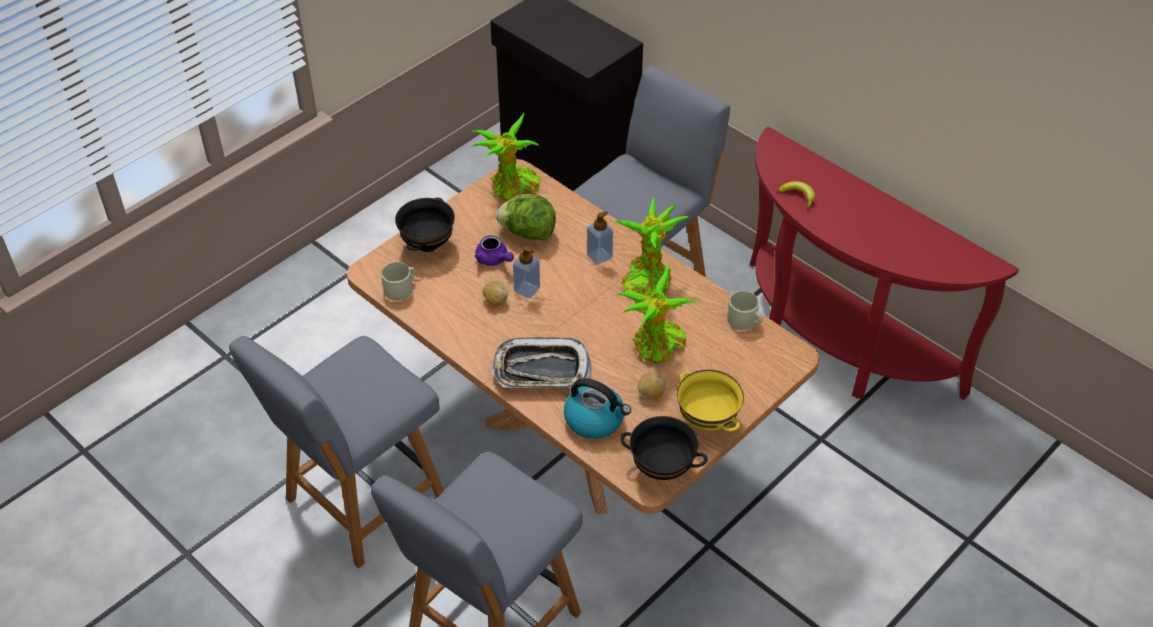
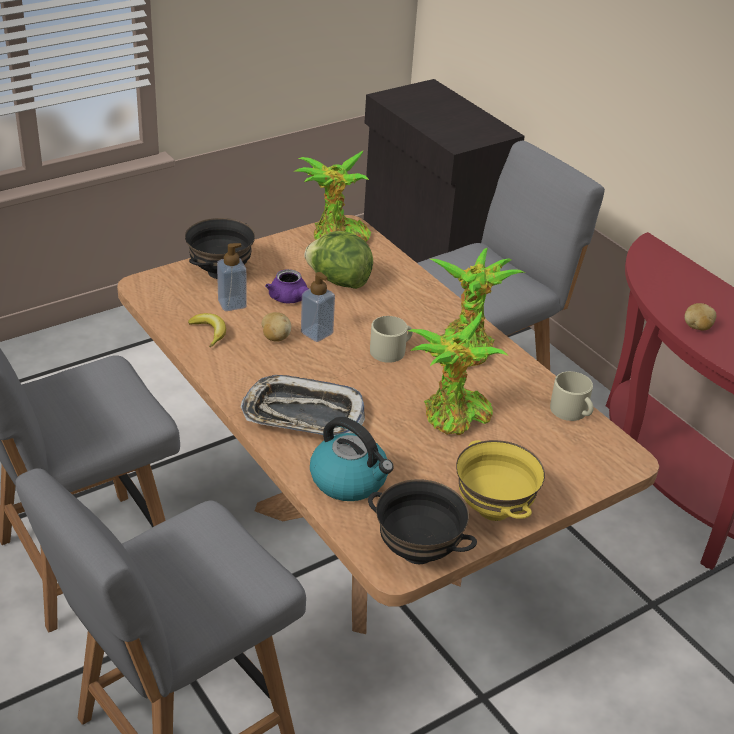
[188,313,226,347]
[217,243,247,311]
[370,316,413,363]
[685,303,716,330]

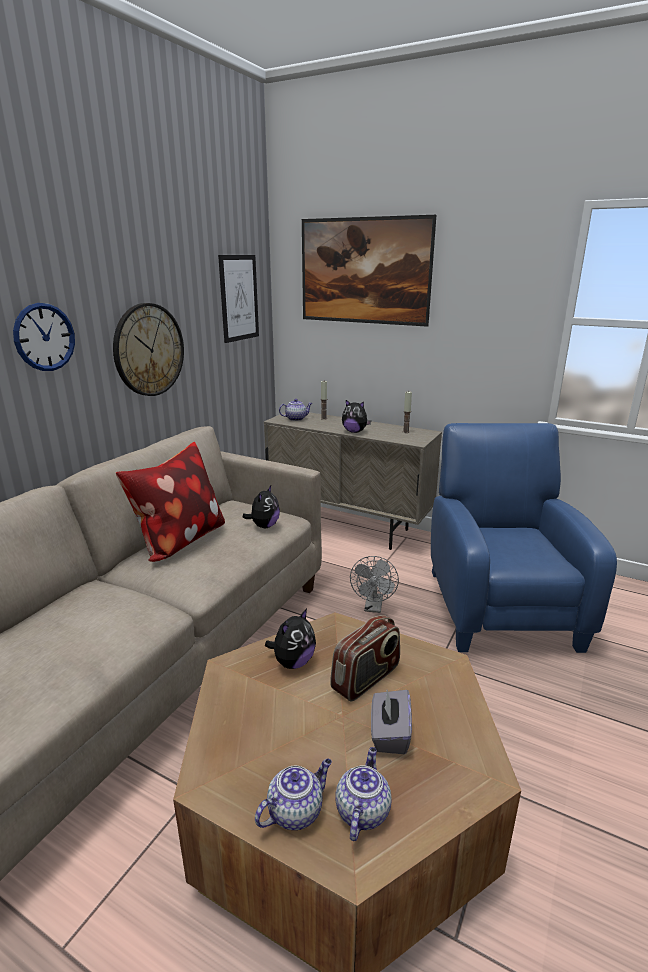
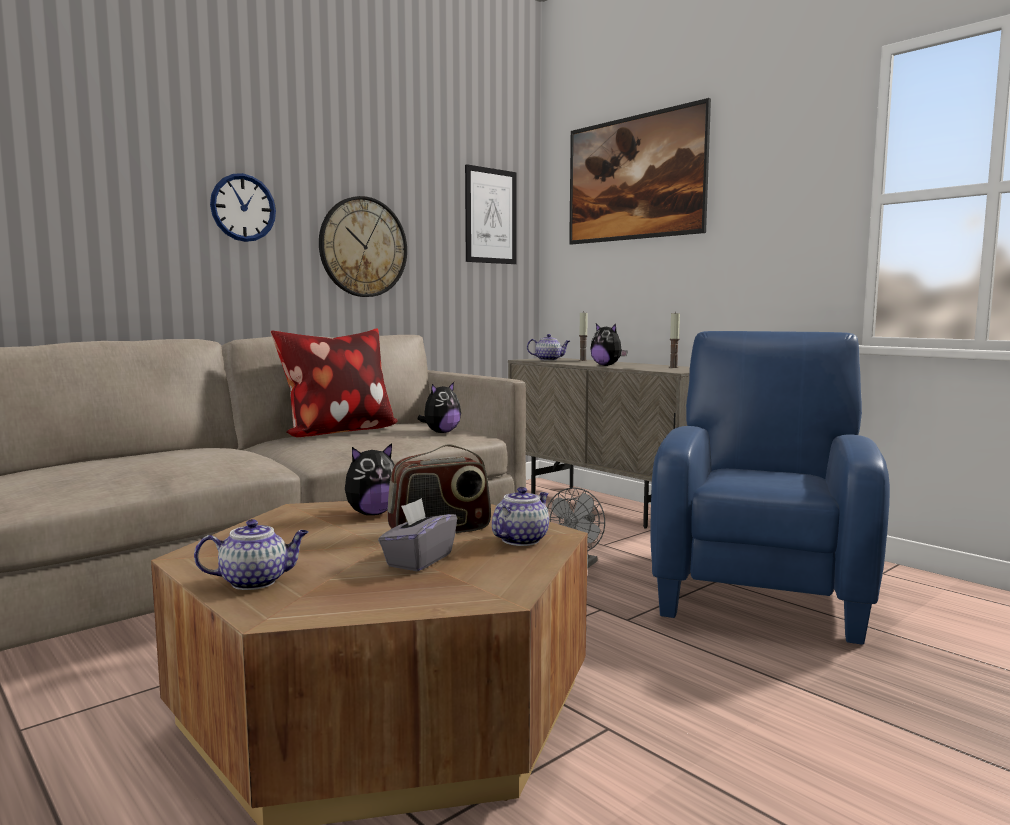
[492,487,549,546]

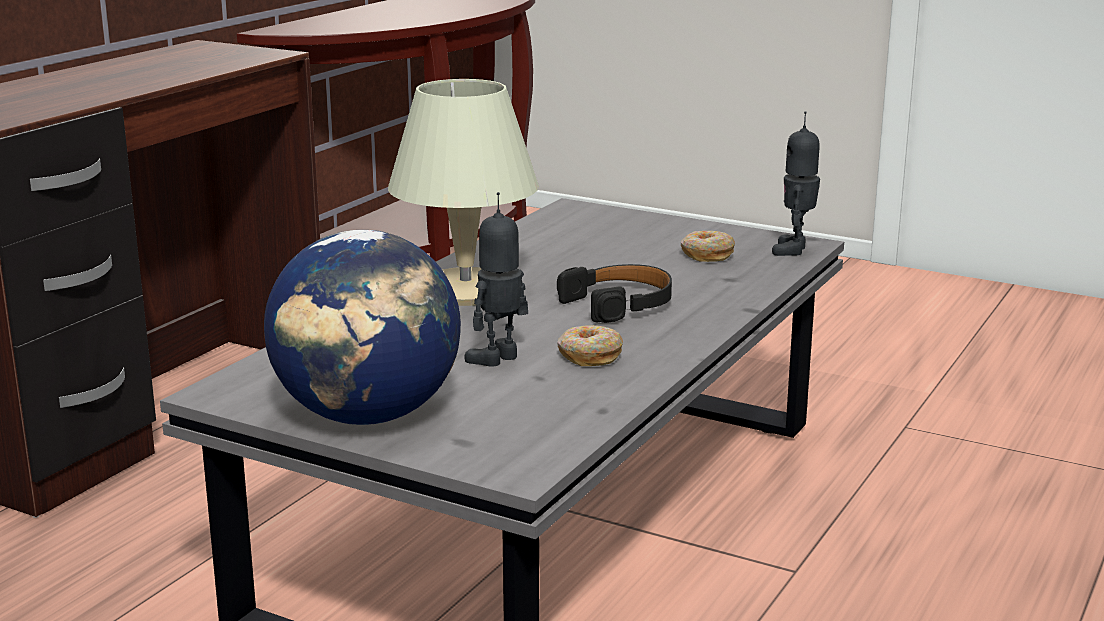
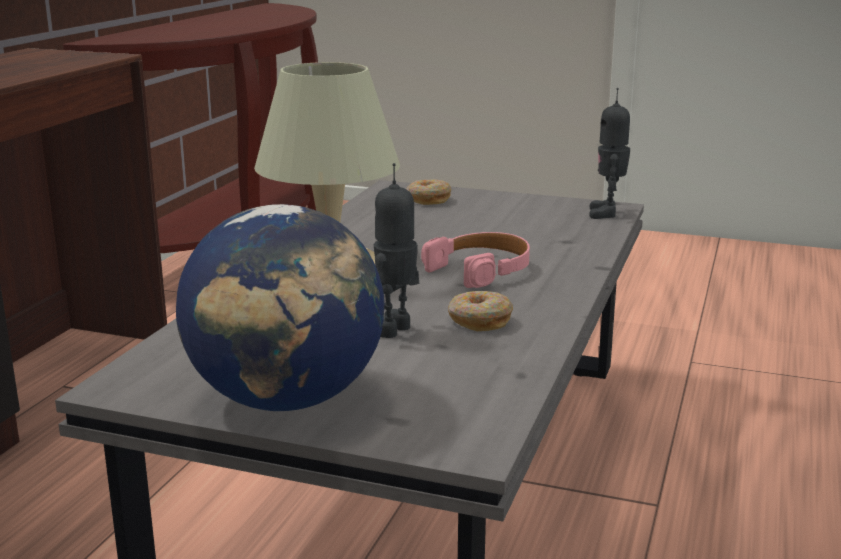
[406,179,452,205]
[421,232,530,288]

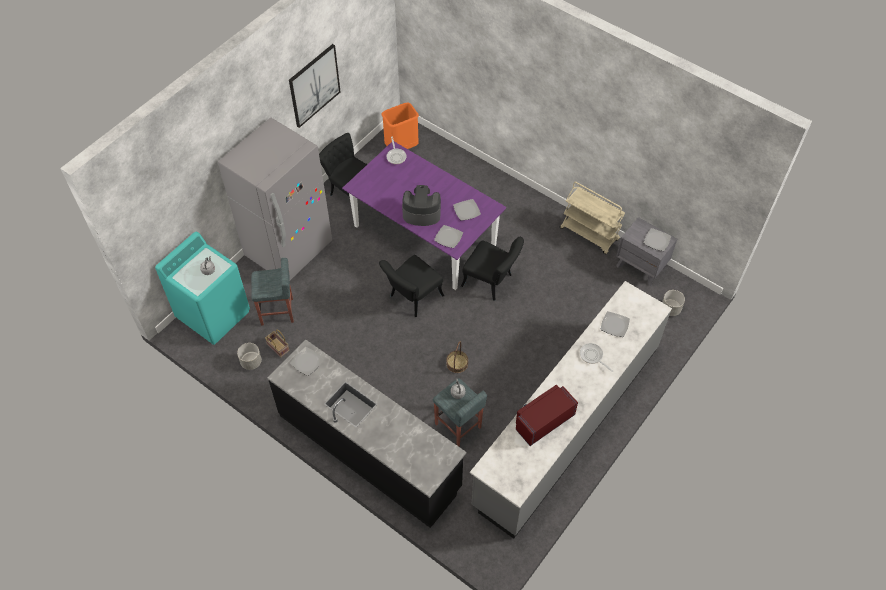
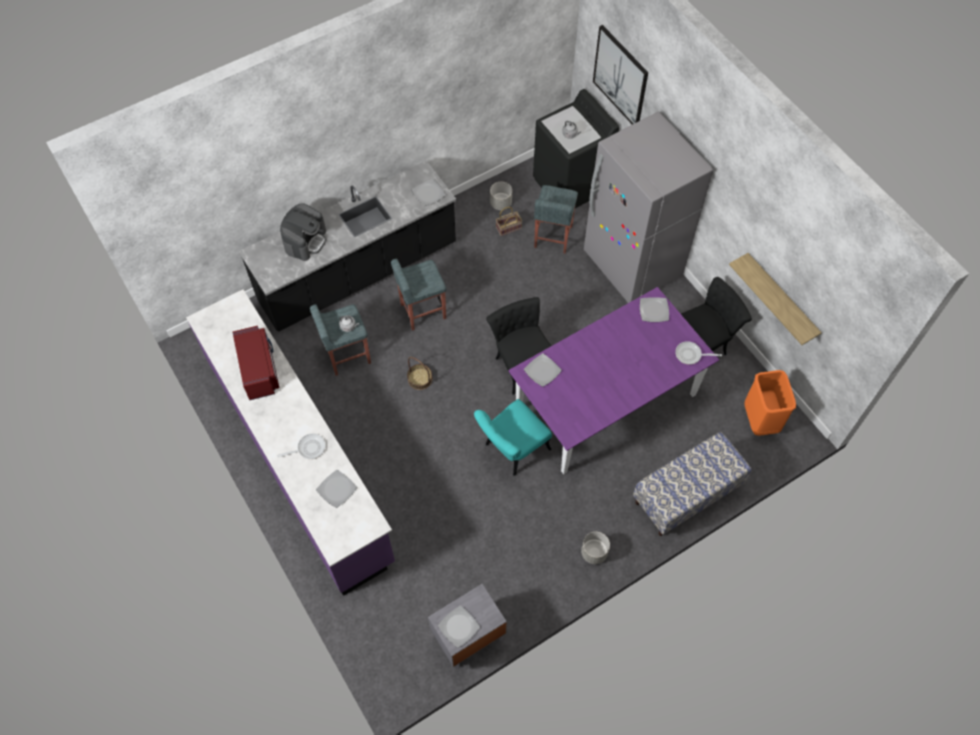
[593,25,648,125]
[560,182,625,254] (first image)
[280,203,326,261]
[640,297,669,322]
[533,89,619,208]
[474,399,552,476]
[186,289,395,596]
[581,532,610,564]
[729,253,822,345]
[391,259,447,331]
[633,432,751,536]

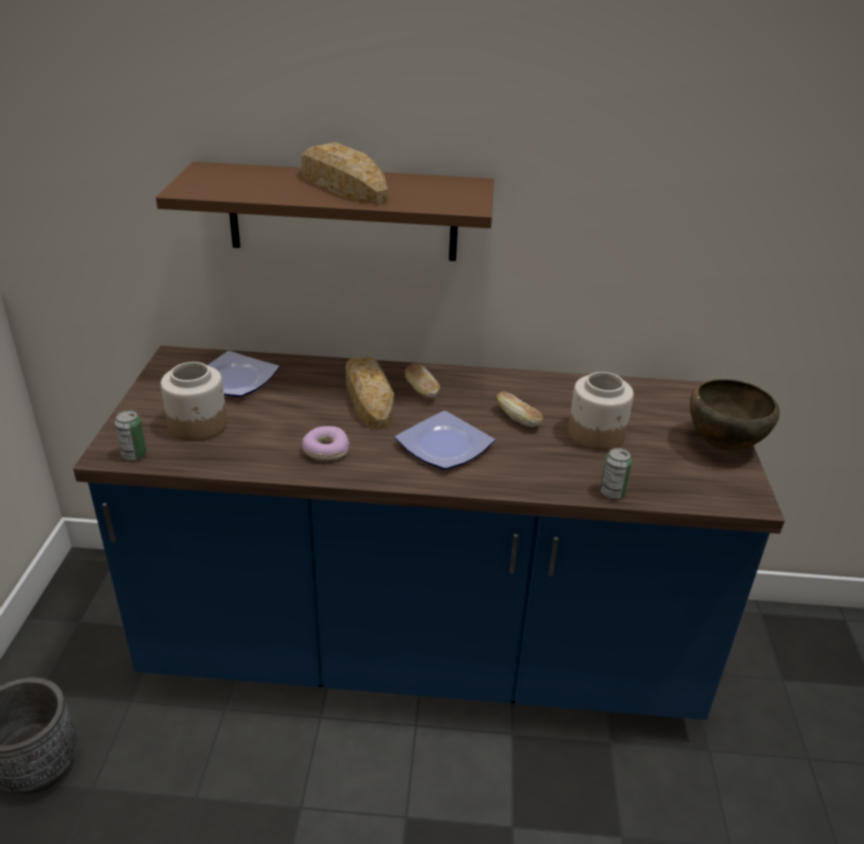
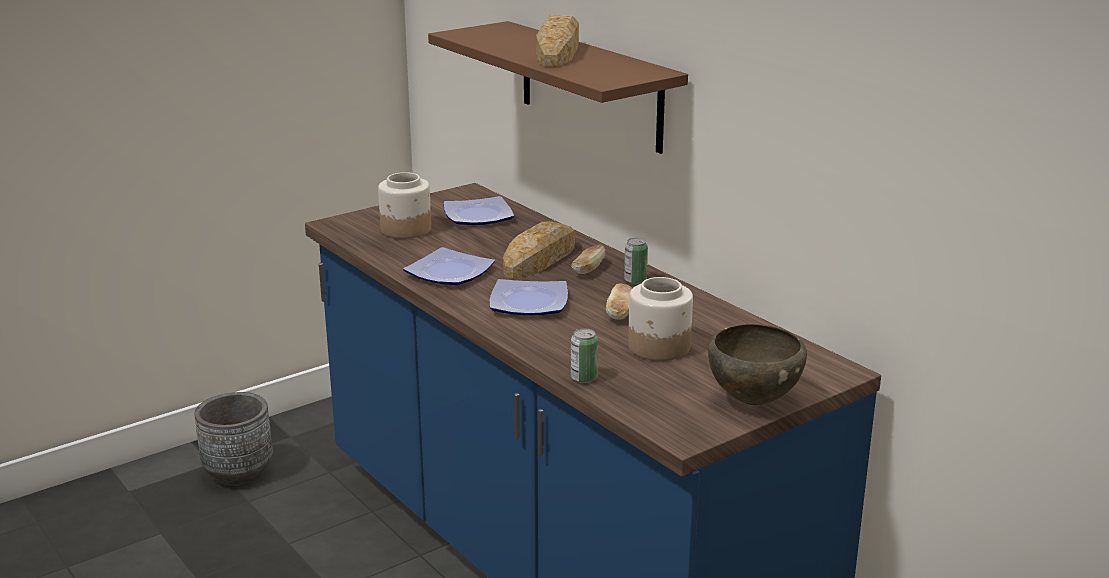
[624,238,648,284]
[403,247,495,285]

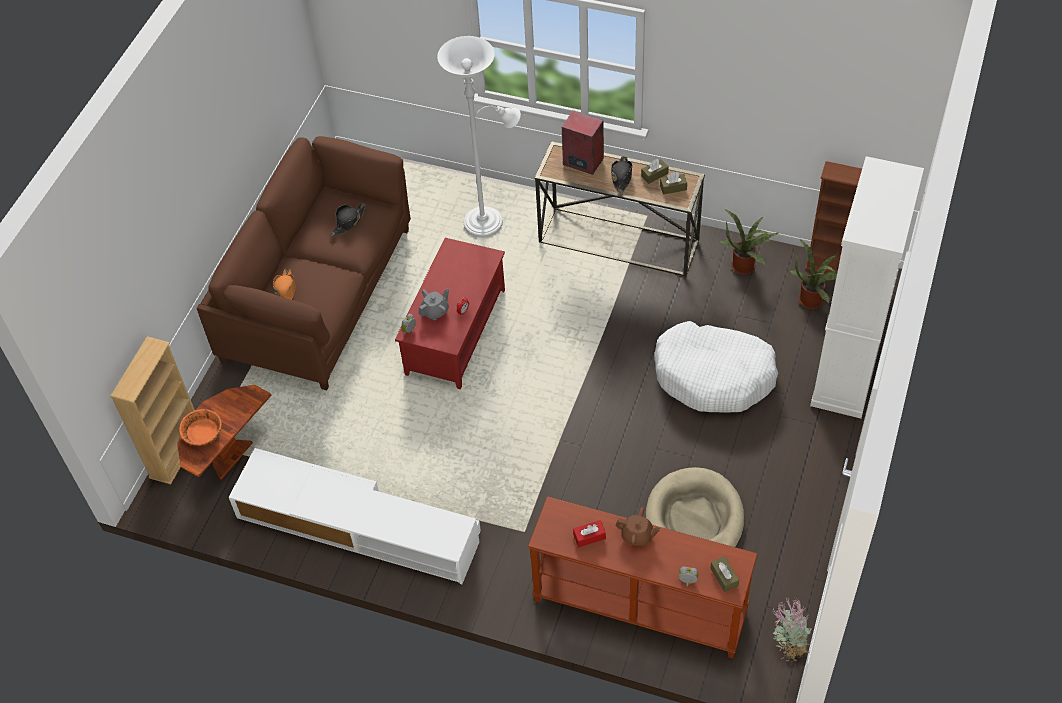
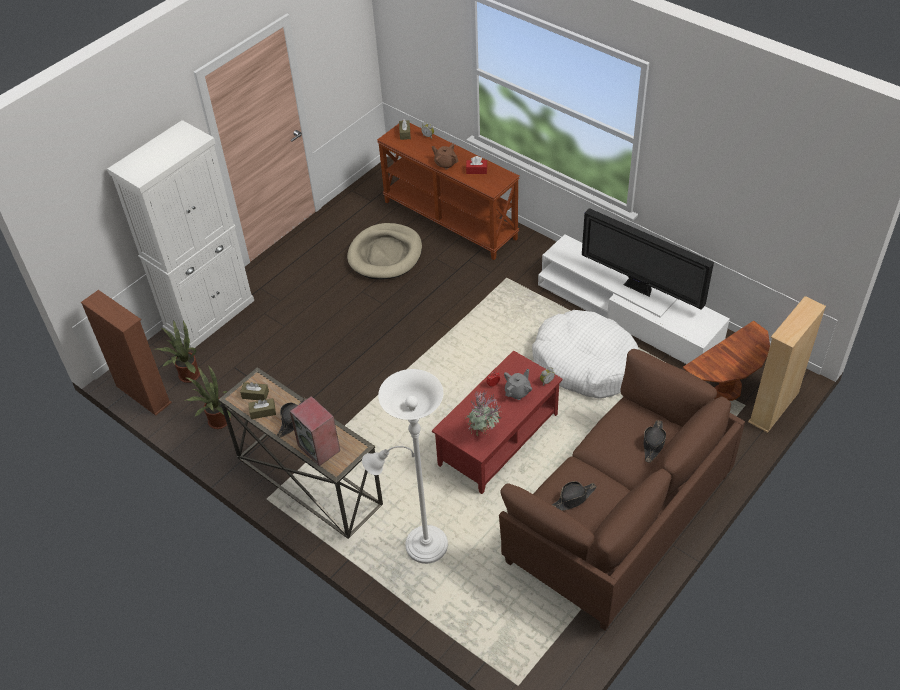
[643,420,666,462]
[504,369,532,400]
[532,310,639,398]
[179,409,222,446] (first image)
[465,389,501,437]
[582,208,714,310]

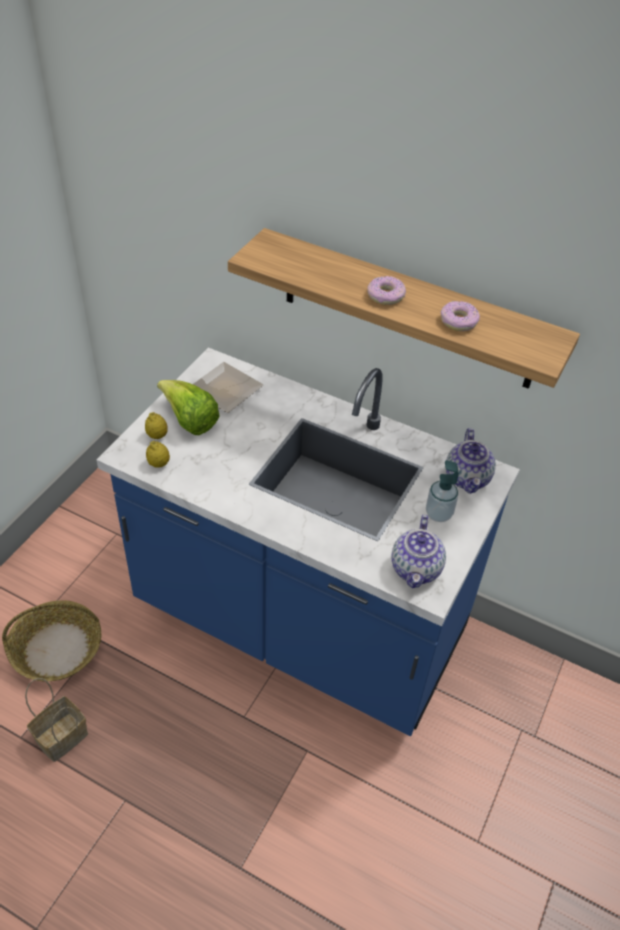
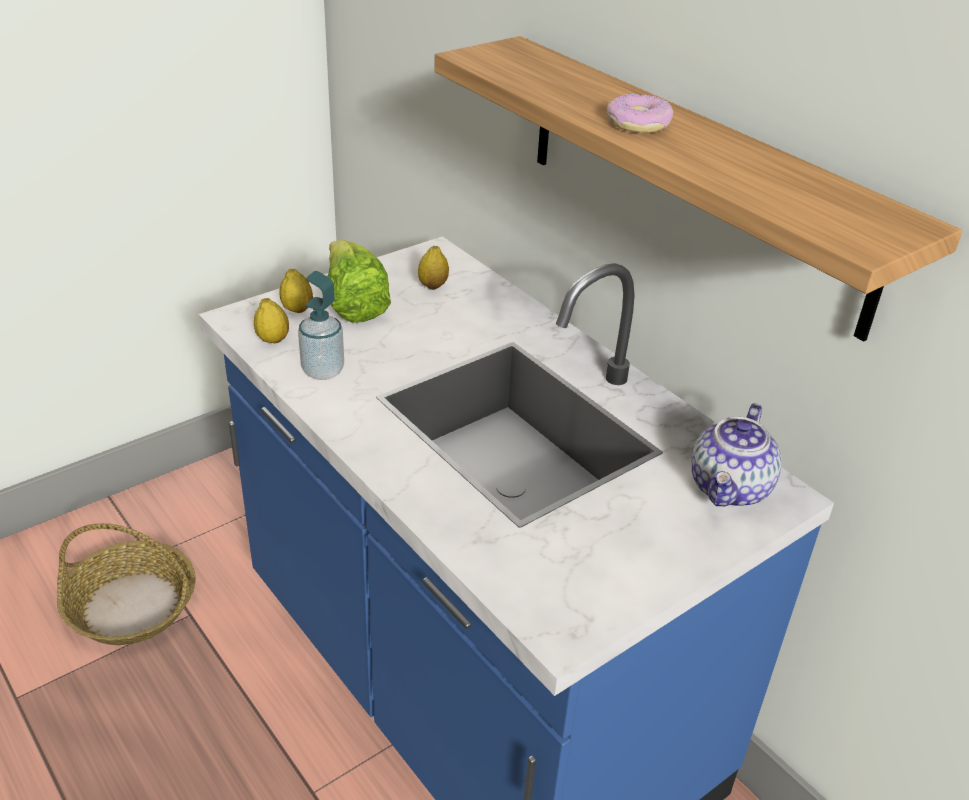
[441,301,480,331] (first image)
[418,246,449,290]
[298,271,344,380]
[391,515,446,588] (first image)
[25,678,88,762] (first image)

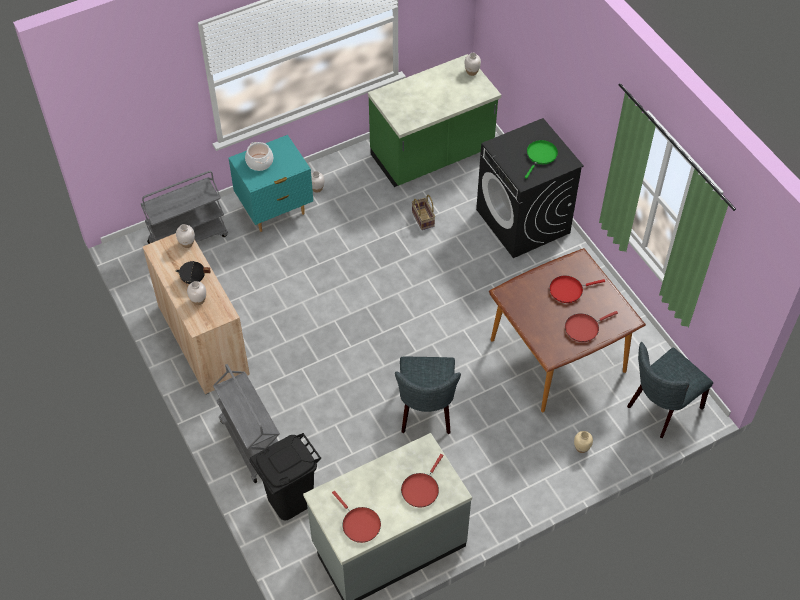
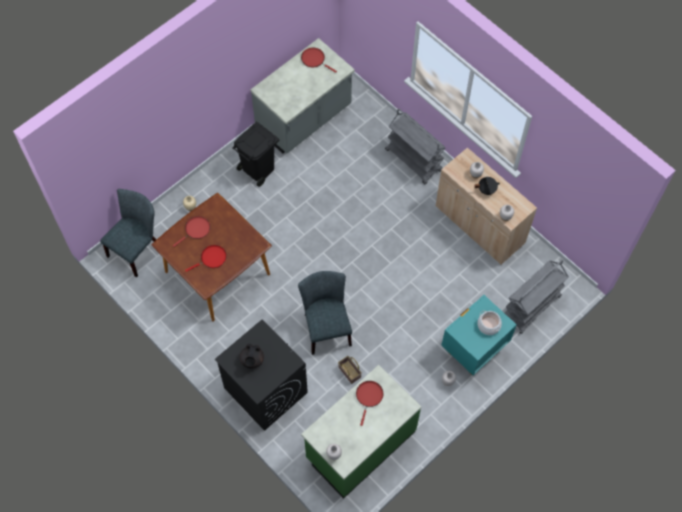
[239,343,264,369]
[298,271,352,355]
[232,122,279,187]
[356,381,383,426]

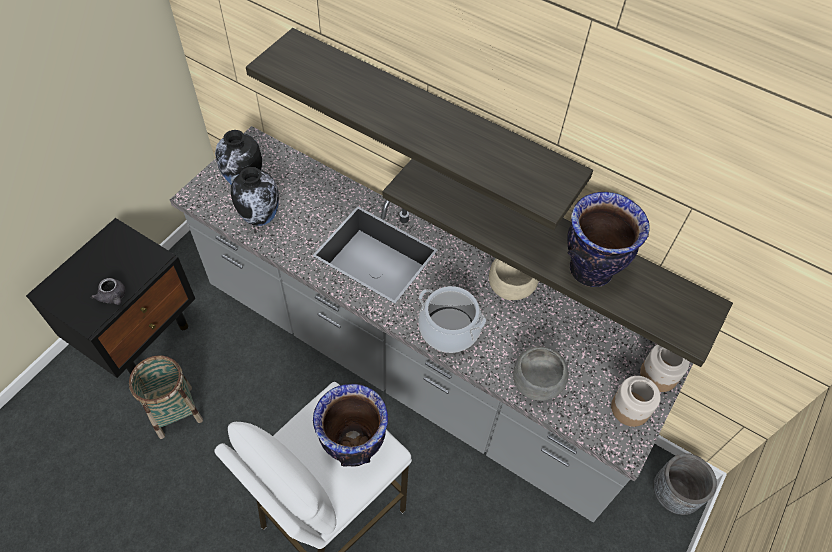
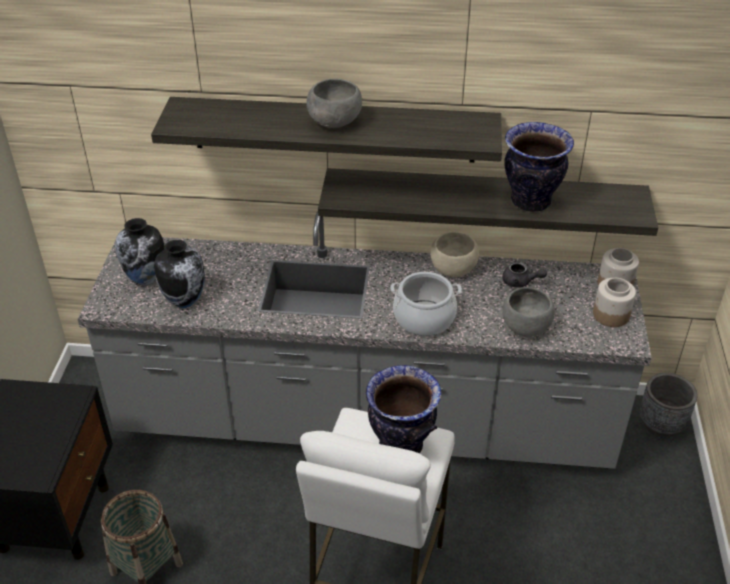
[502,261,547,288]
[306,79,362,128]

